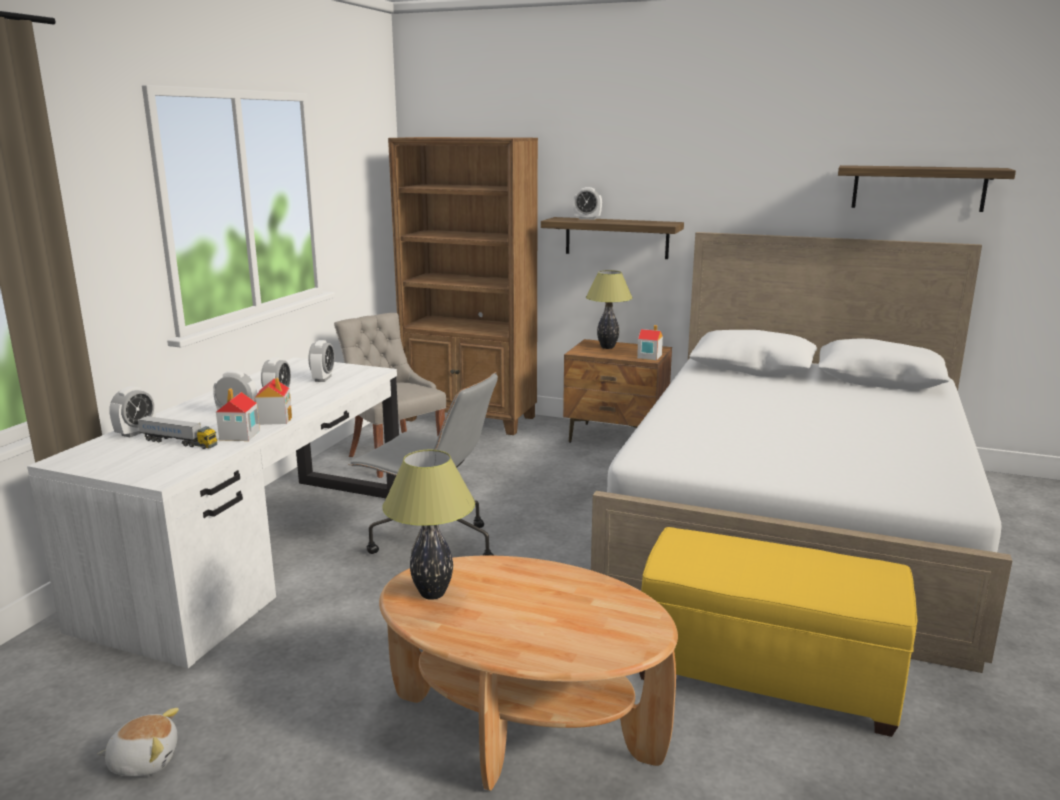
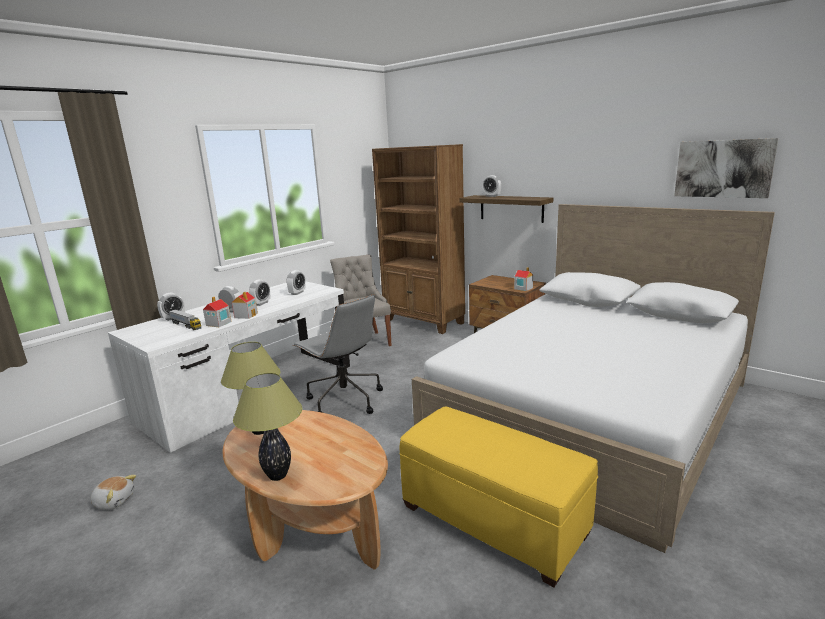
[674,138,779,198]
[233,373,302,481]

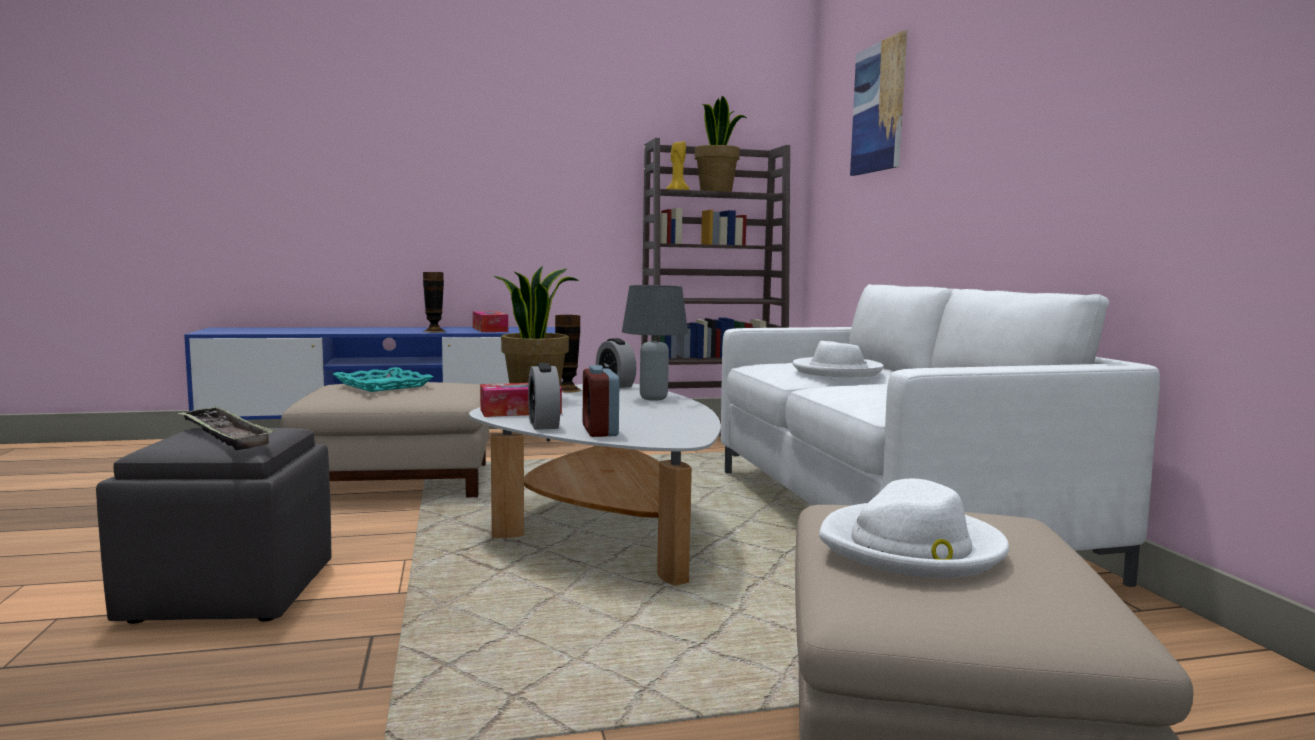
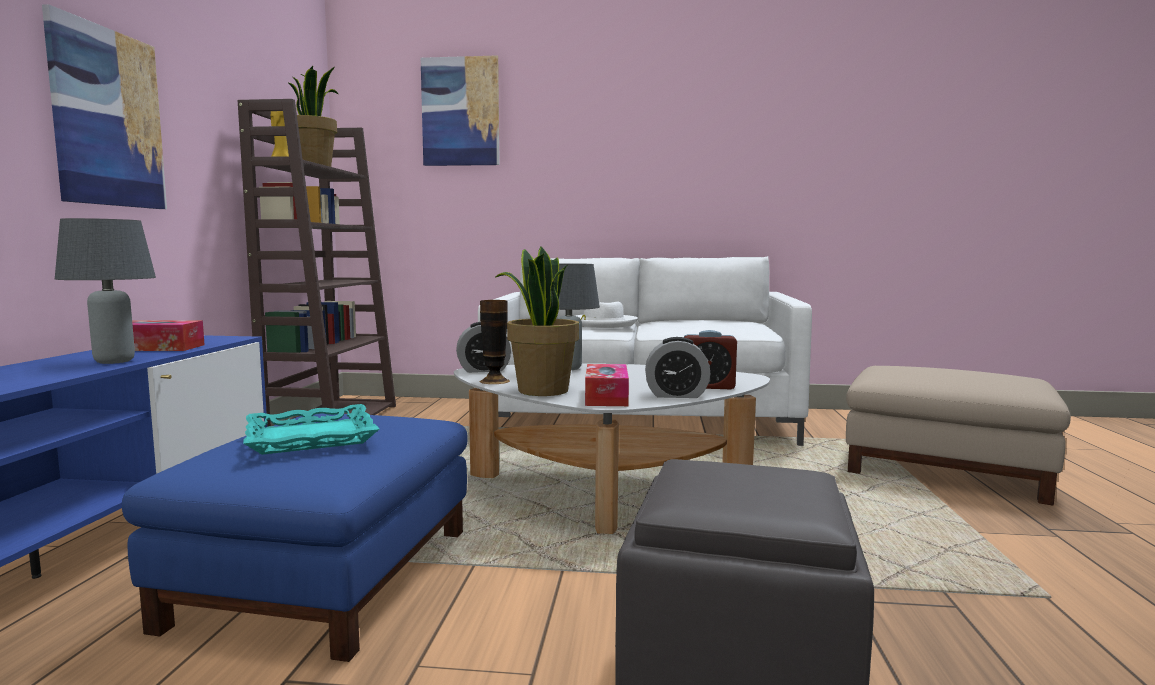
[55,218,156,364]
[122,413,468,662]
[177,407,276,450] (first image)
[819,479,1009,578] (first image)
[42,4,167,209]

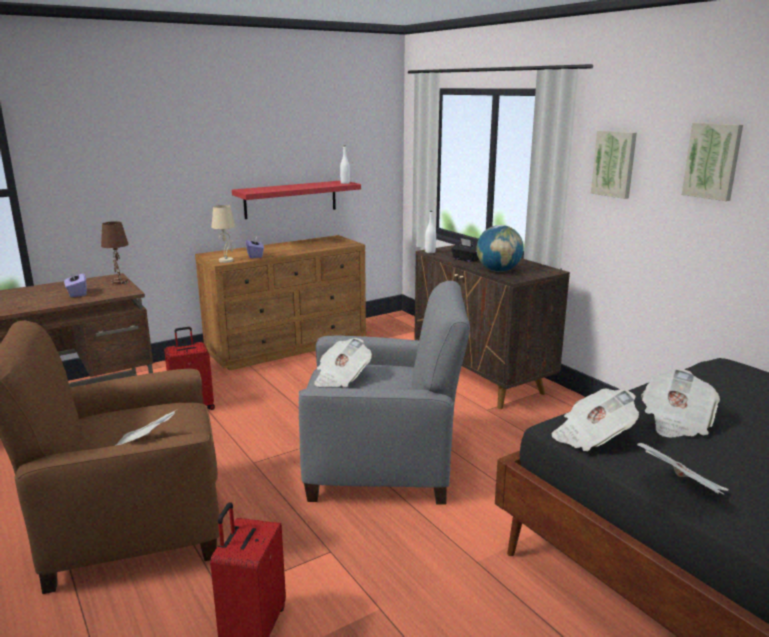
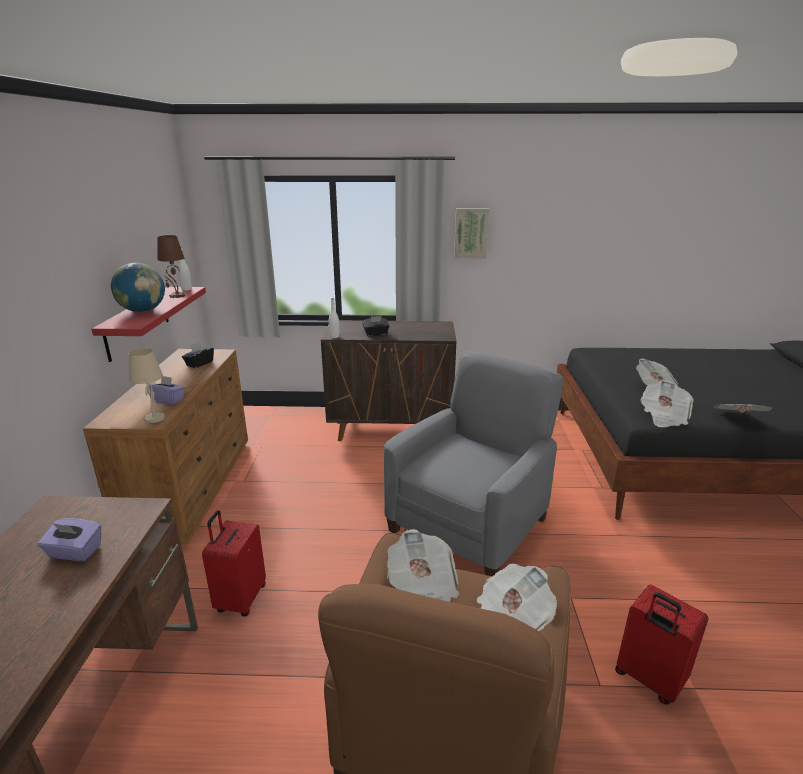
[682,123,743,201] (first image)
[157,235,185,298]
[111,263,165,312]
[387,529,459,602]
[182,342,214,368]

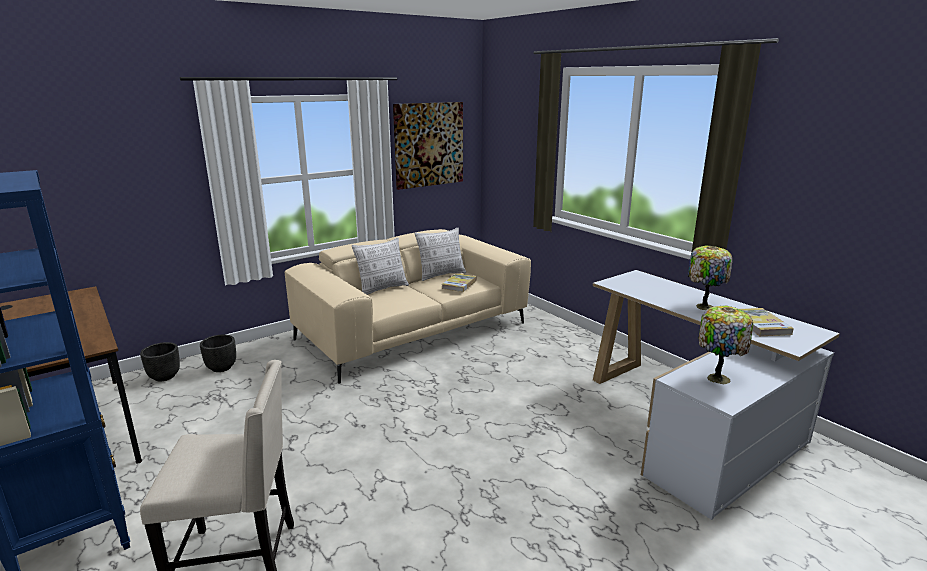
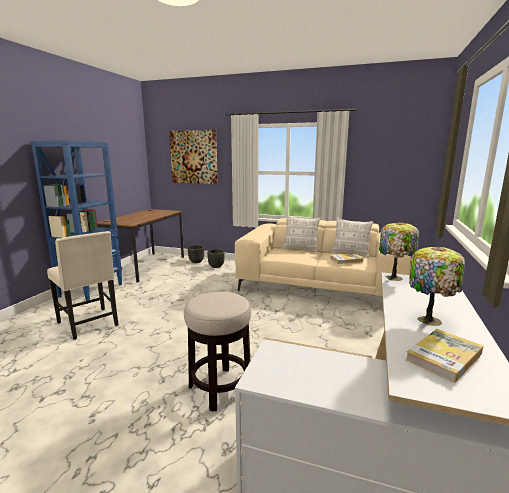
[169,130,218,184]
[379,222,419,281]
[184,292,251,411]

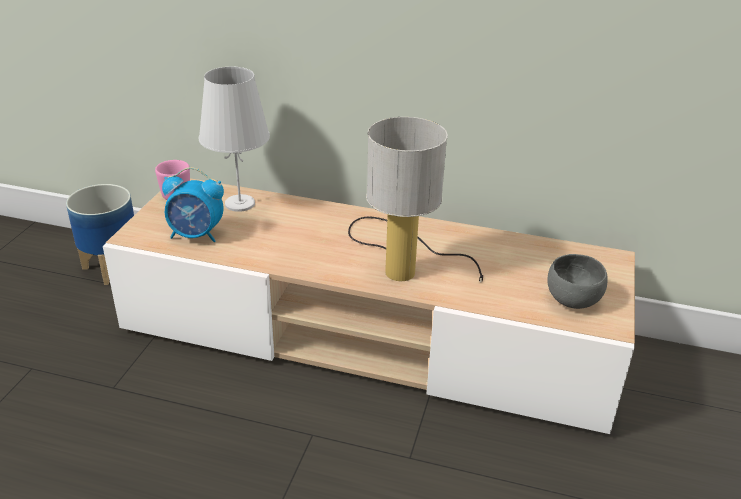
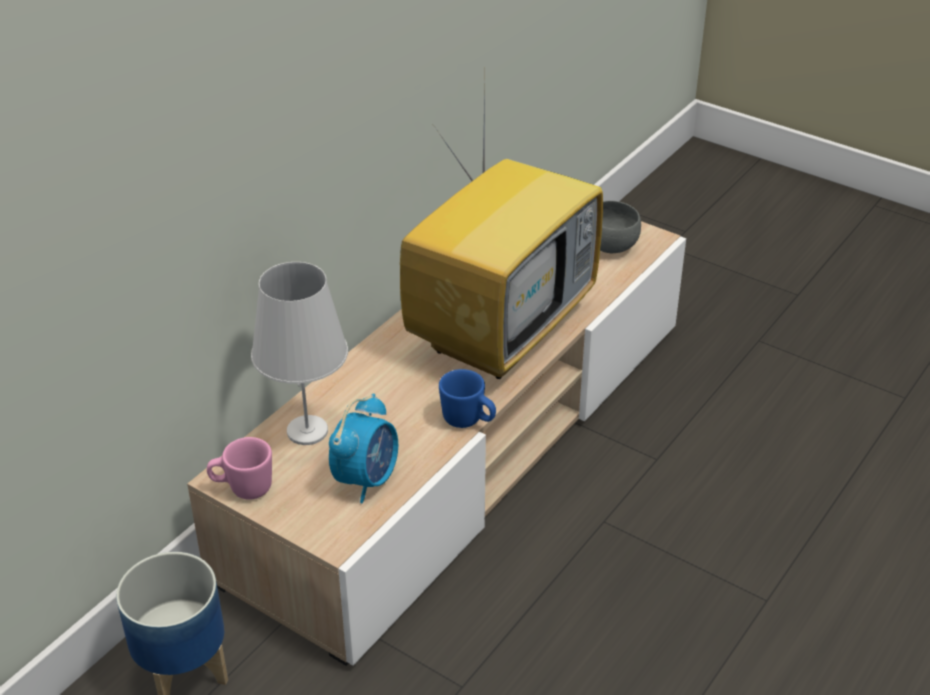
[400,84,603,379]
[439,369,496,428]

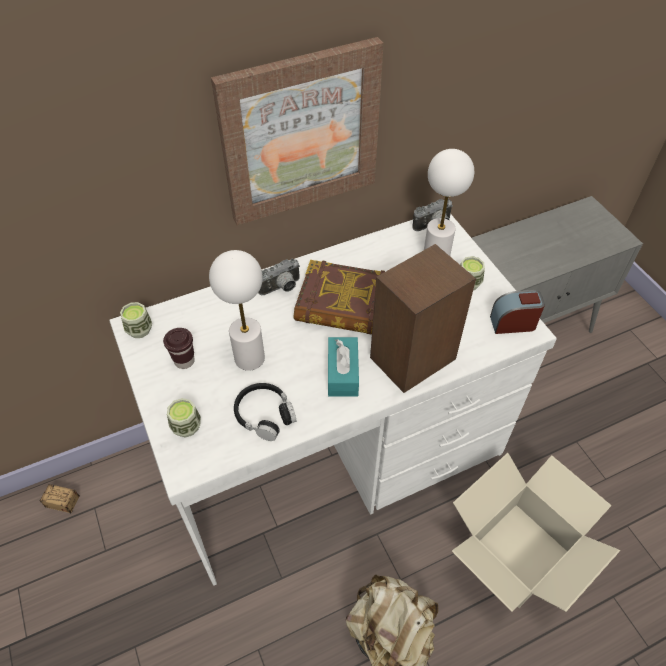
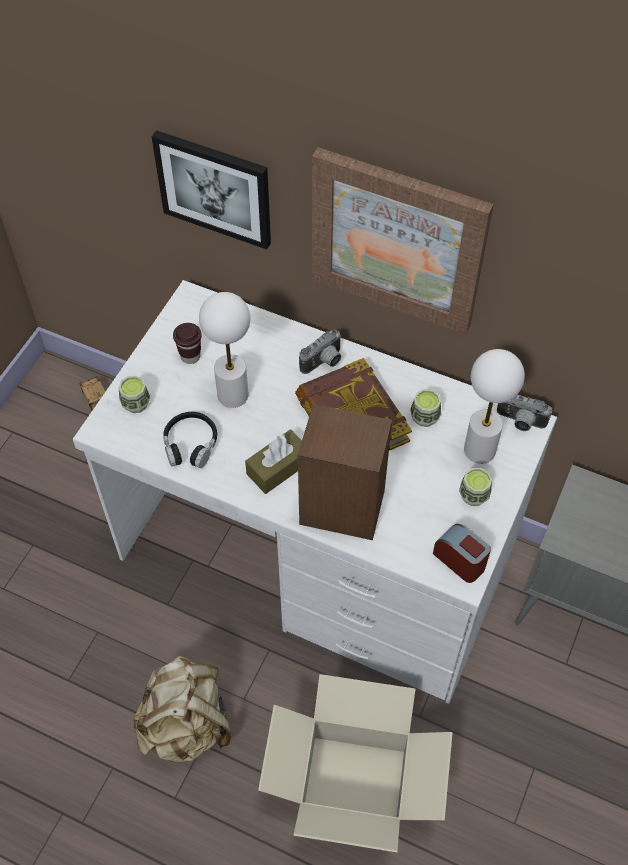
[299,330,342,374]
[410,389,441,427]
[245,430,302,494]
[151,130,271,249]

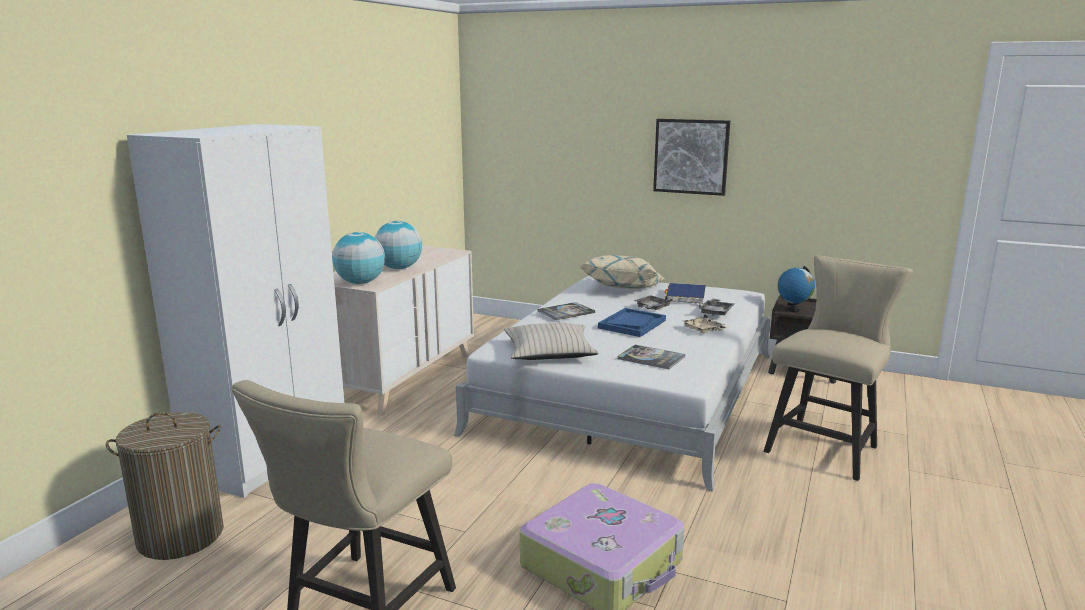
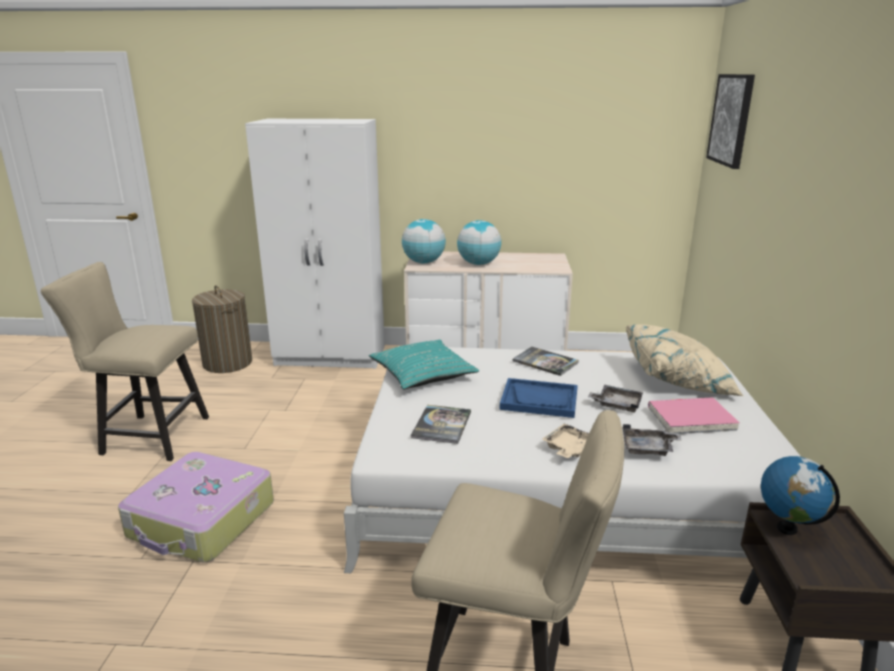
[706,74,755,169]
[648,397,740,434]
[369,340,479,389]

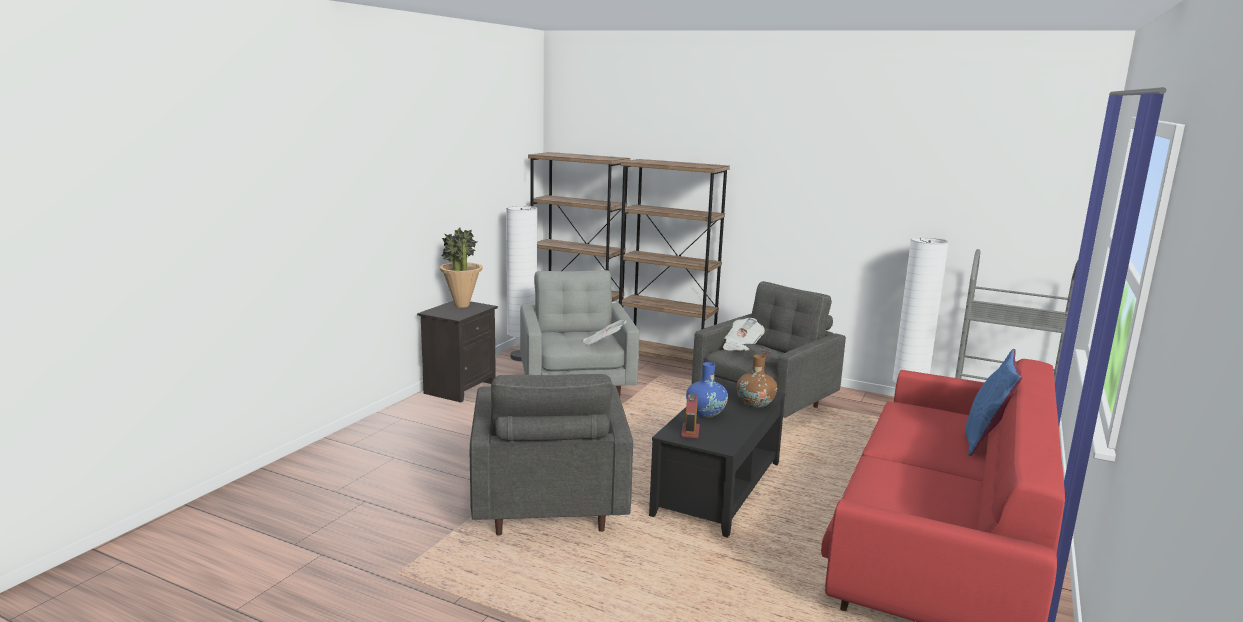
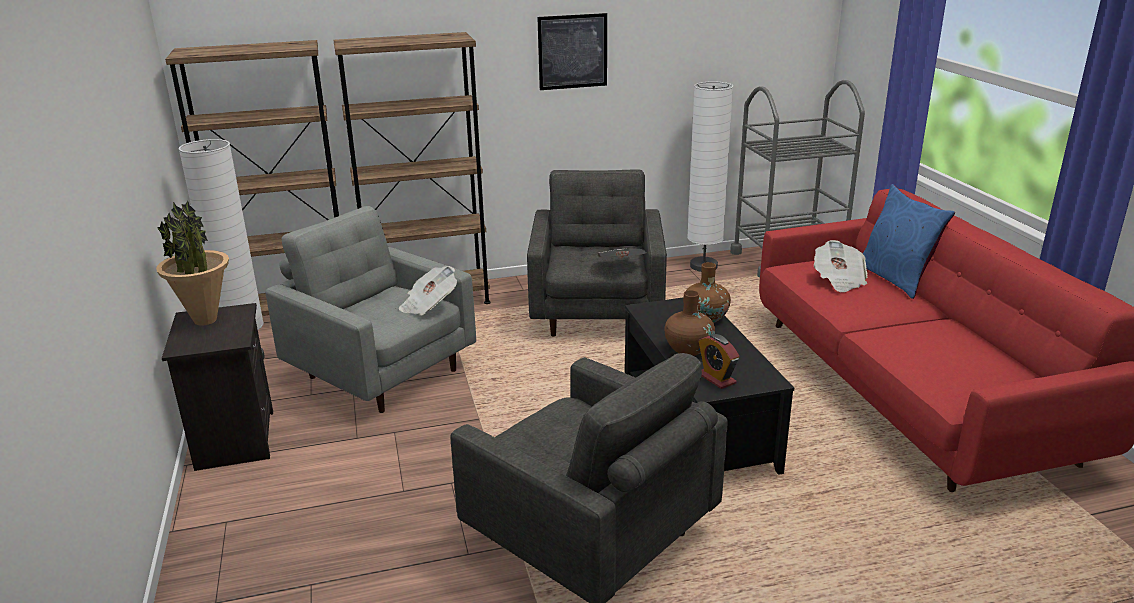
[813,240,868,292]
[665,290,715,356]
[537,13,607,90]

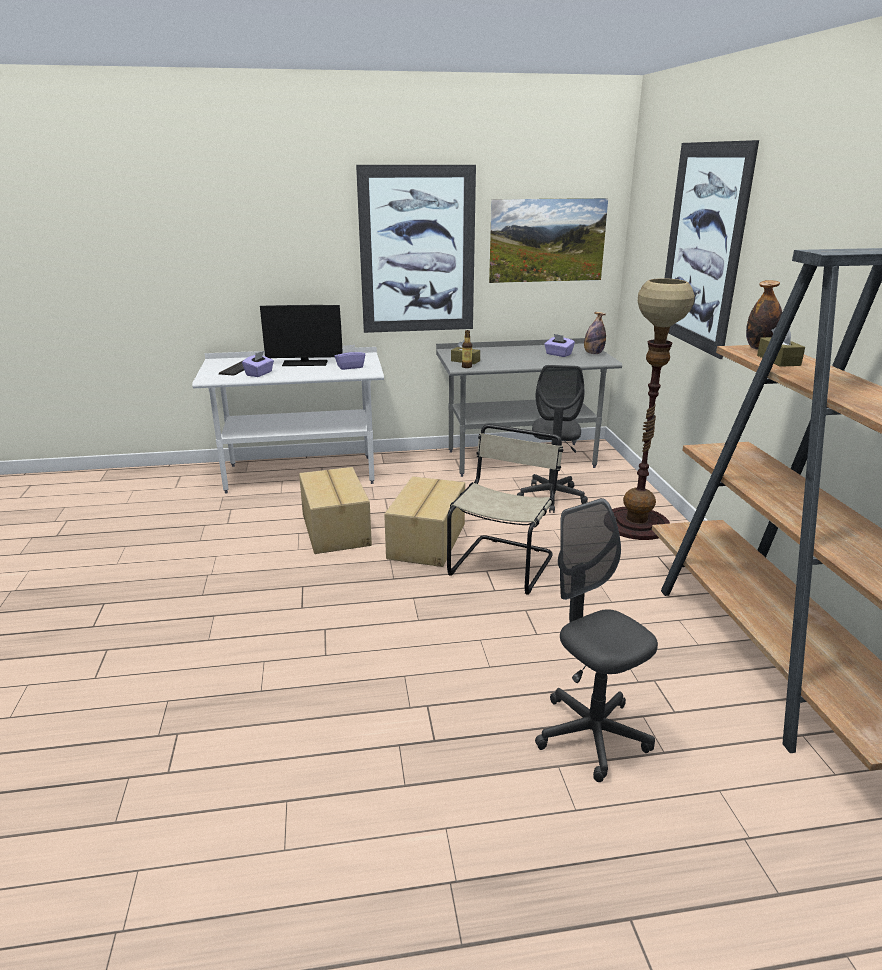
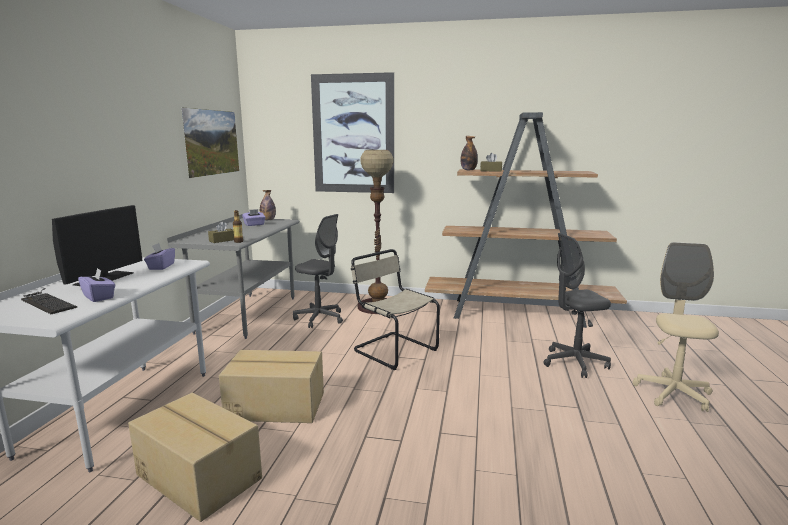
[356,165,476,333] (first image)
[128,393,262,522]
[633,242,719,412]

